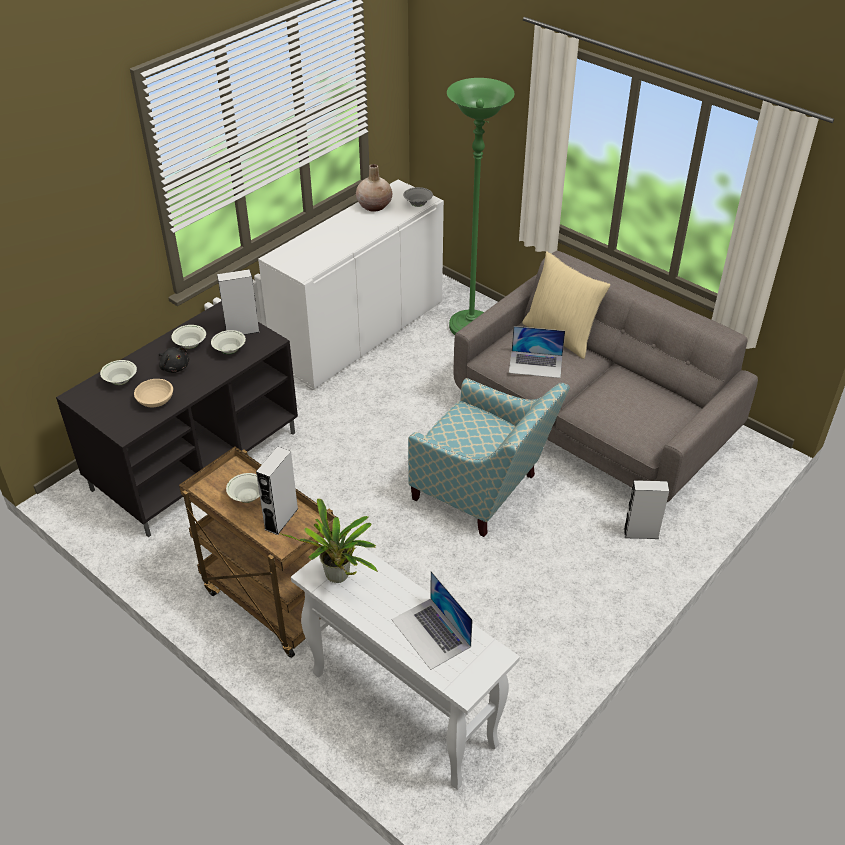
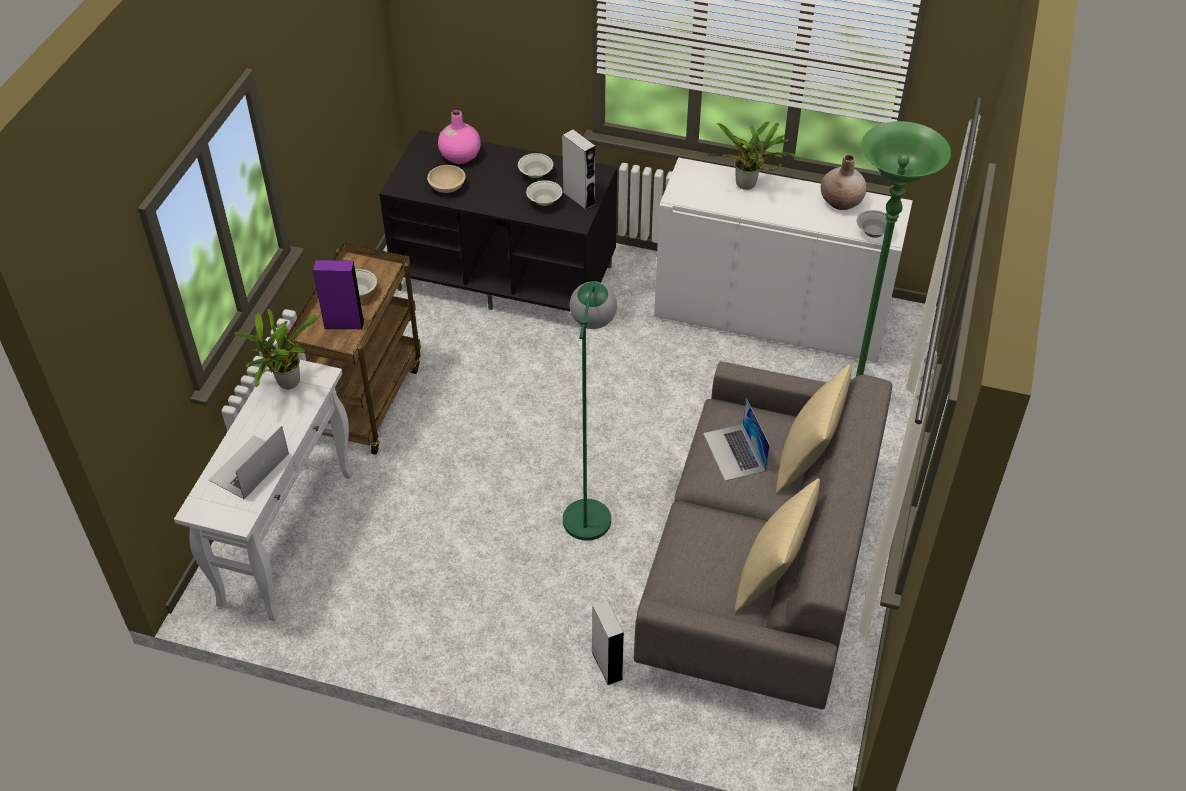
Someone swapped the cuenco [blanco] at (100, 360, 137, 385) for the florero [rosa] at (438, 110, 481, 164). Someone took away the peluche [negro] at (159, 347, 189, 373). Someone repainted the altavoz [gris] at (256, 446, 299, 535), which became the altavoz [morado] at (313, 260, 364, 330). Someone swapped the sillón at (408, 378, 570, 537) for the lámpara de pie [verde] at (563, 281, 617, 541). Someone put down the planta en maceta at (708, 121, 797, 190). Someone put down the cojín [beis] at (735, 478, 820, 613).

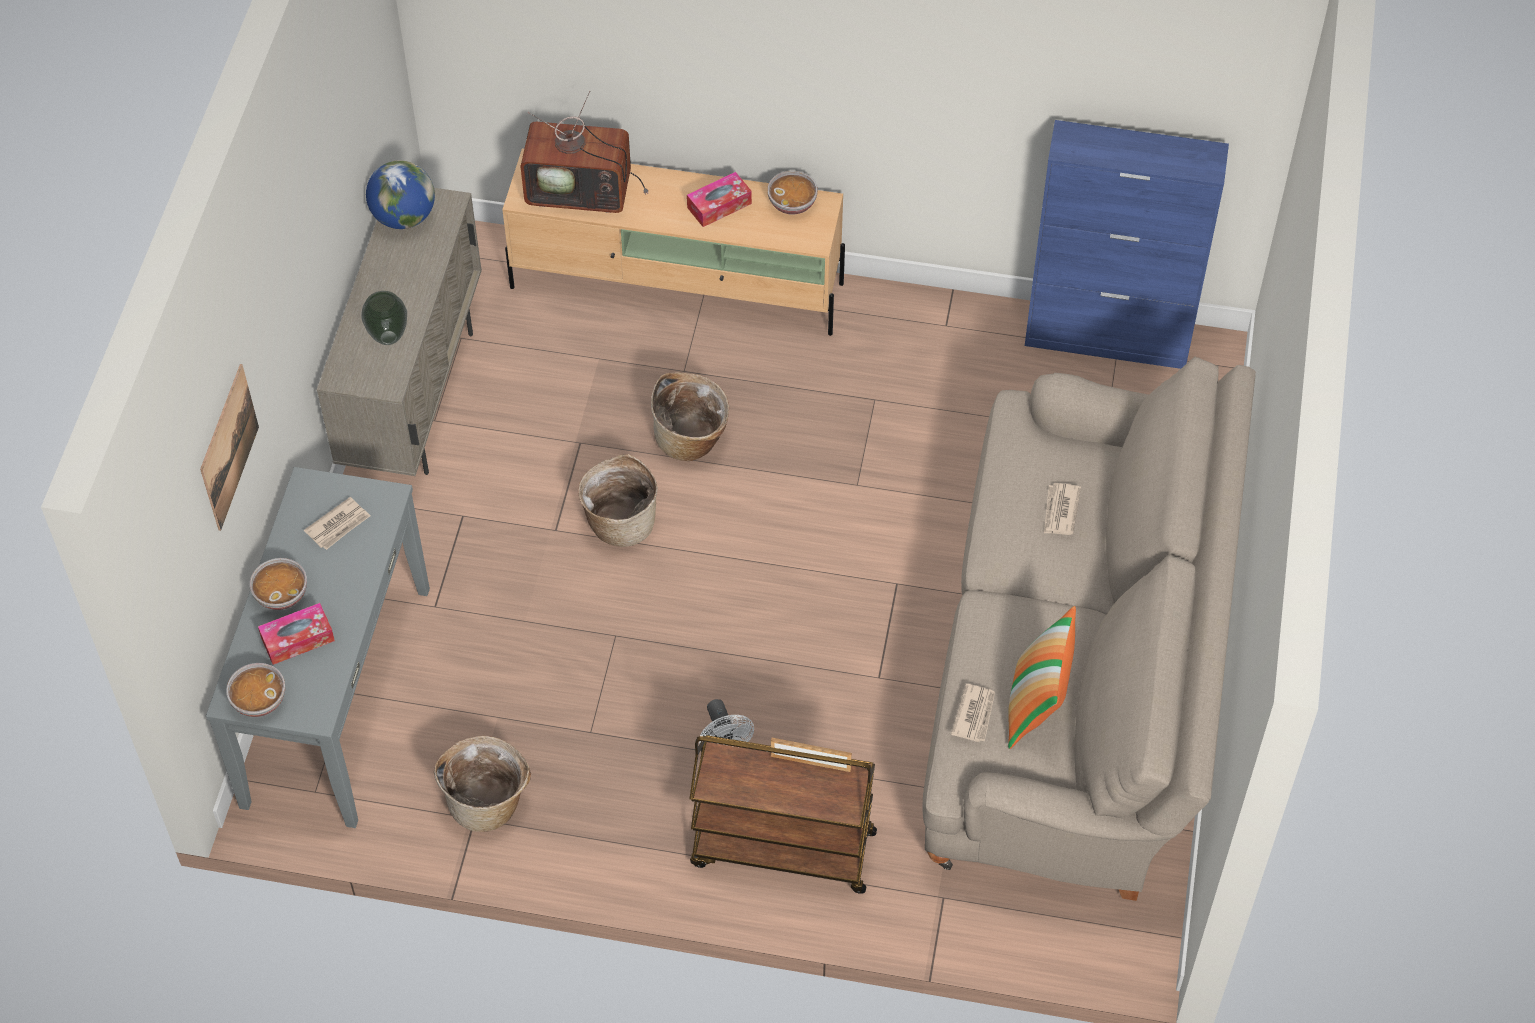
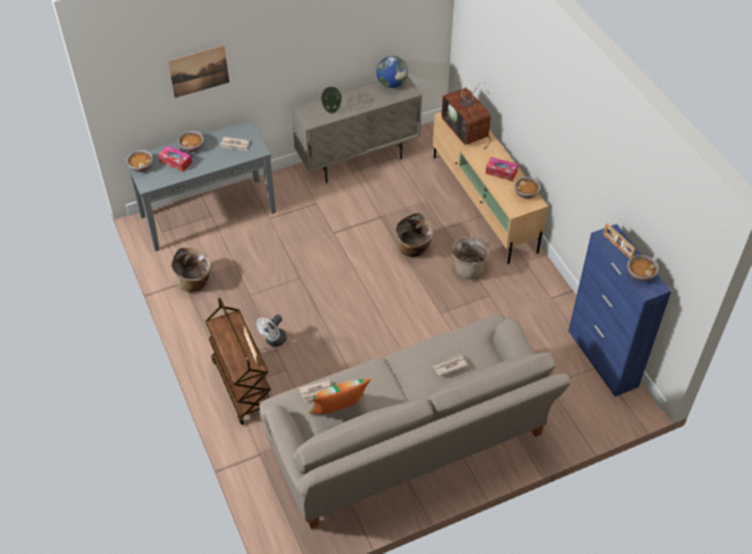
Someone carried the cesta from (578, 454, 658, 547) to (451, 237, 492, 280). Someone put down the portarretratos at (603, 223, 636, 259). Someone put down the cuenco at (628, 255, 659, 282).

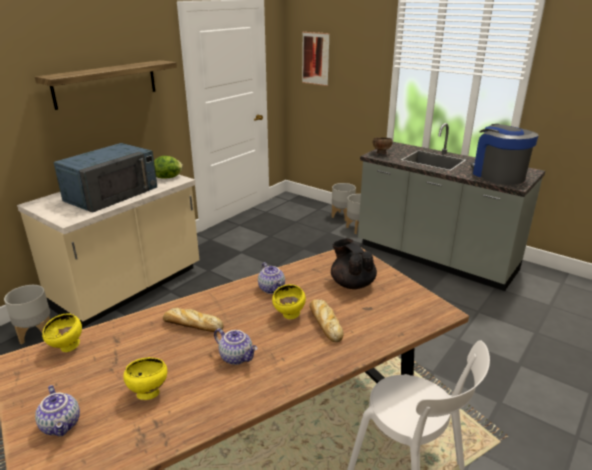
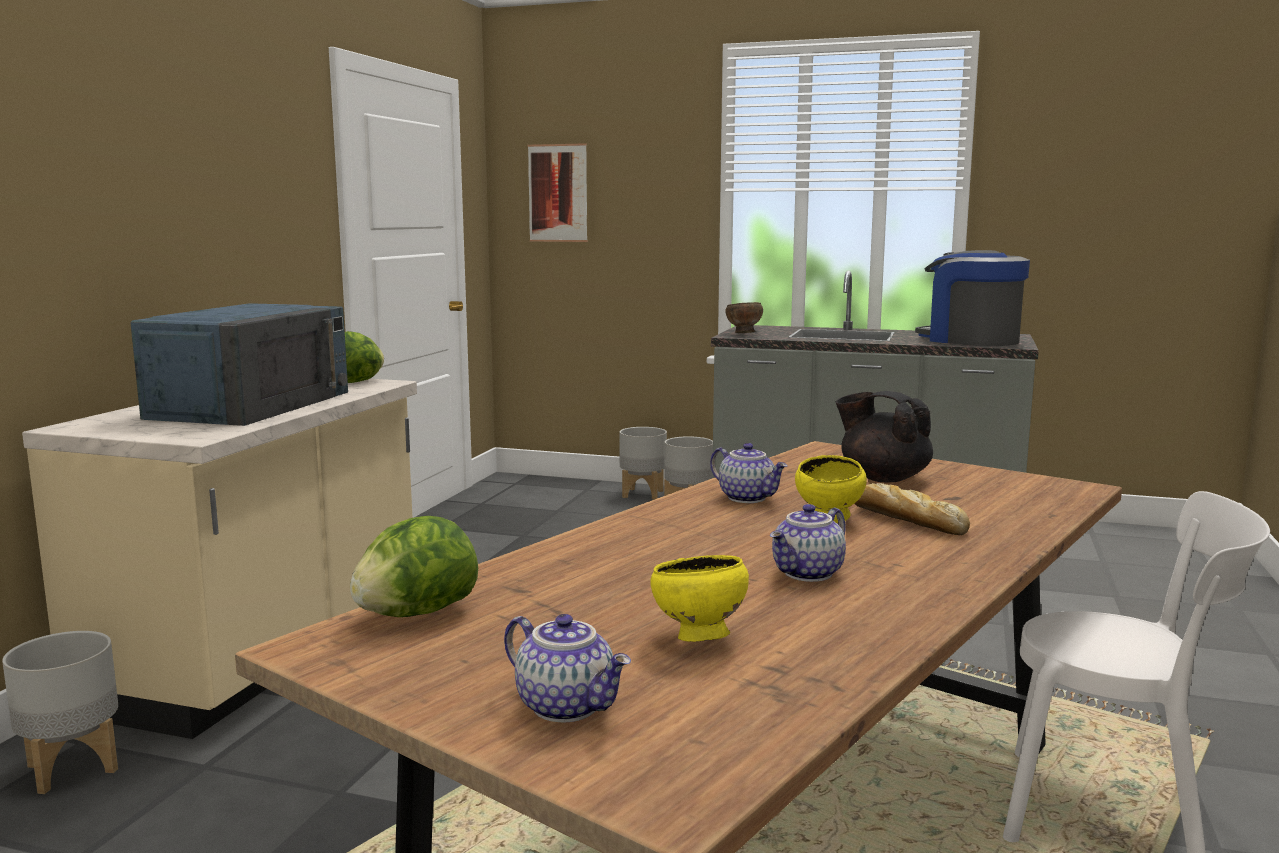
Someone took away the estante at (35, 60, 177, 110). Someone swapped the cuenco [amarillo] at (42, 313, 82, 352) for the lechuga at (350, 516, 478, 617). Someone took away the pan at (163, 307, 224, 332). Someone rotated the tetera at (214, 328, 258, 365) by 120 degrees clockwise.

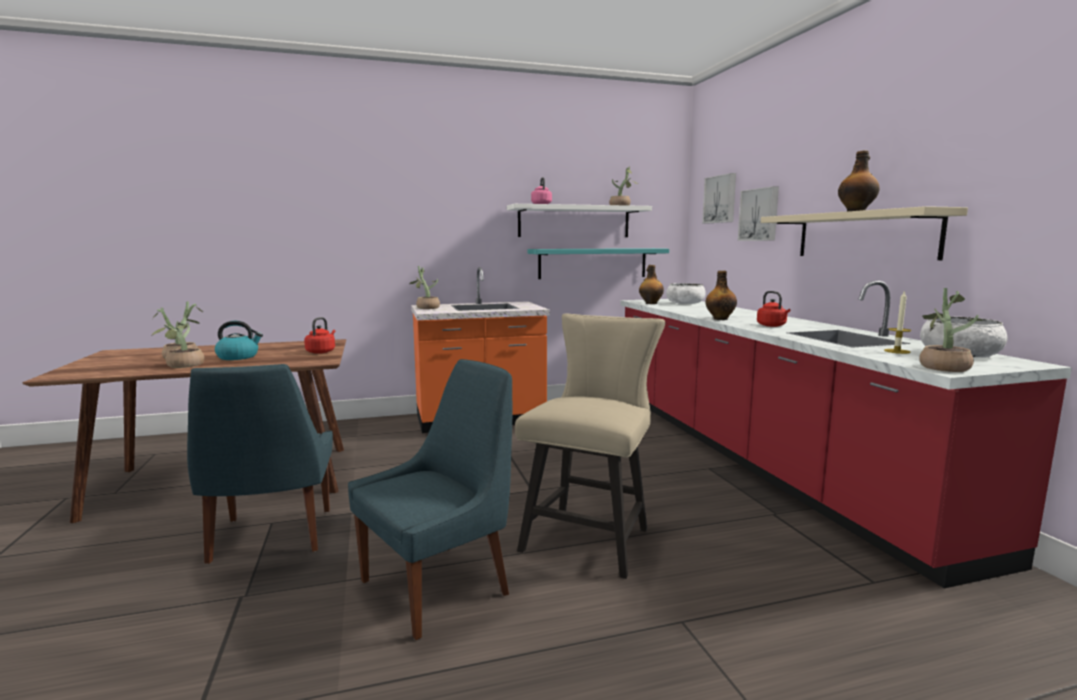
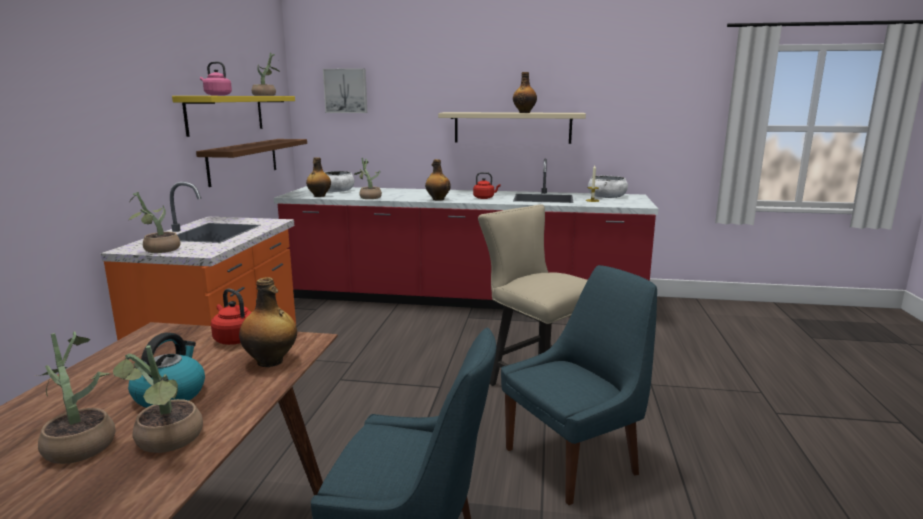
Someone rotated the silla [azul] at (348, 359, 512, 640) by 75 degrees clockwise. Someone repainted the estante [blanco] at (507, 204, 652, 237), which became the estante [amarillo] at (172, 96, 295, 137). Someone repainted the estante [turquesa] at (527, 248, 669, 279), which became the estante [marrón] at (196, 139, 307, 187). Someone took away the cuadro at (738, 186, 779, 241). Someone carried the planta en maceta from (919, 288, 983, 372) to (354, 158, 382, 199). Someone put down the botella at (239, 277, 297, 367).

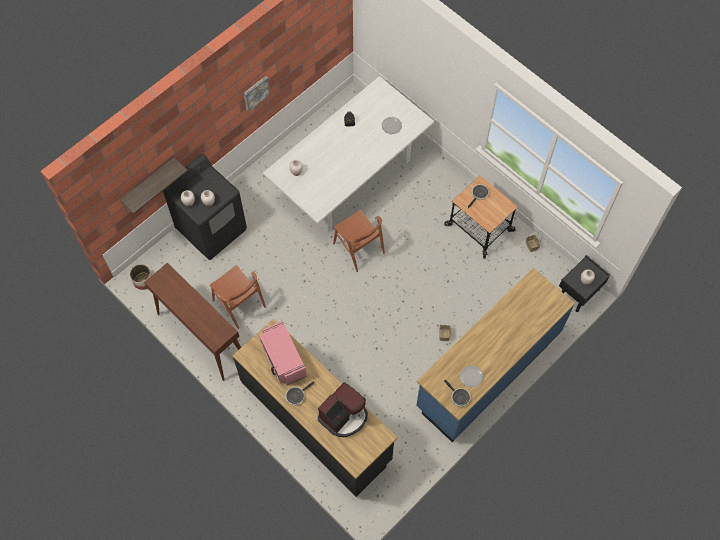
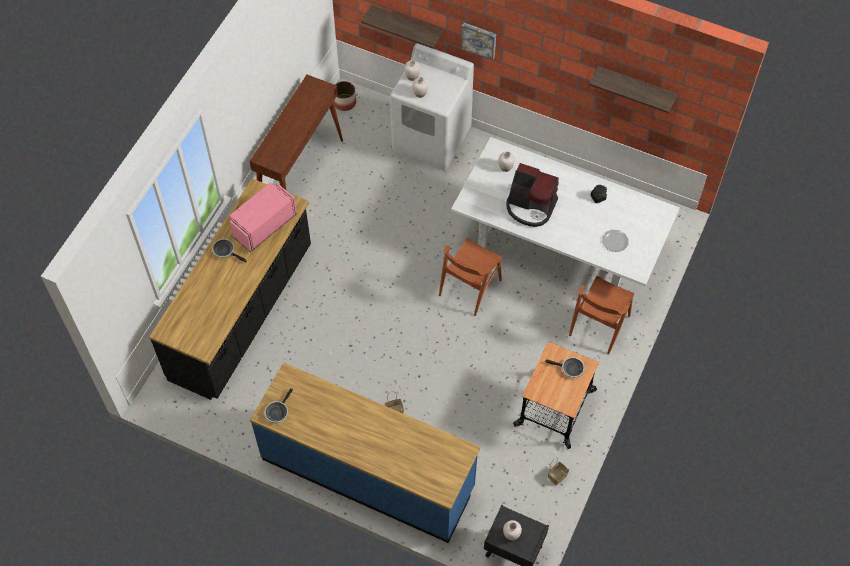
Someone repainted the lavadora [negro] at (163, 154, 247, 260), which became the lavadora [blanco] at (390, 43, 474, 171). Someone carried the silla [marrón] from (210, 265, 266, 329) to (569, 276, 634, 355). Someone carried the cuadro from (244, 76, 270, 112) to (461, 23, 496, 60). Someone carried the cafetera from (318, 382, 368, 437) to (507, 163, 559, 227). Someone took away the plato at (460, 365, 483, 388). Someone put up the estante at (589, 66, 677, 113).

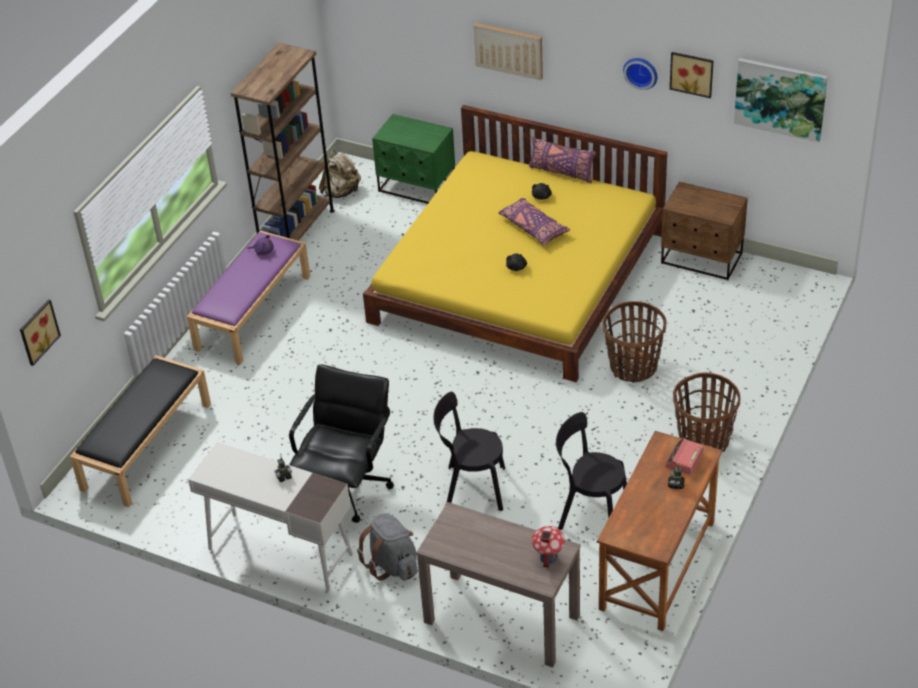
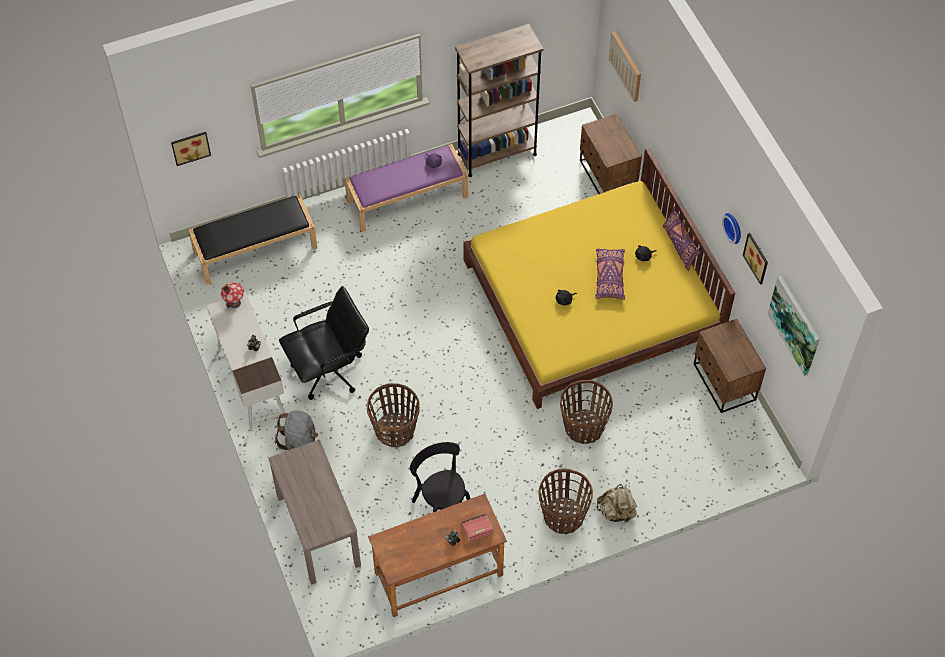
Someone carried the mochila [beis] from (319, 150, 361, 198) to (596, 484, 637, 524). Someone repainted the mesita de noche [verde] at (372, 114, 455, 204), which became the mesita de noche [marrón] at (580, 114, 642, 194). Someone swapped the silla [negro] at (433, 392, 505, 511) for the cesta at (367, 383, 420, 448). Someone carried the cuadro from (474, 23, 543, 80) to (609, 31, 641, 102). Someone carried the casita from (531, 526, 565, 568) to (221, 283, 244, 308).

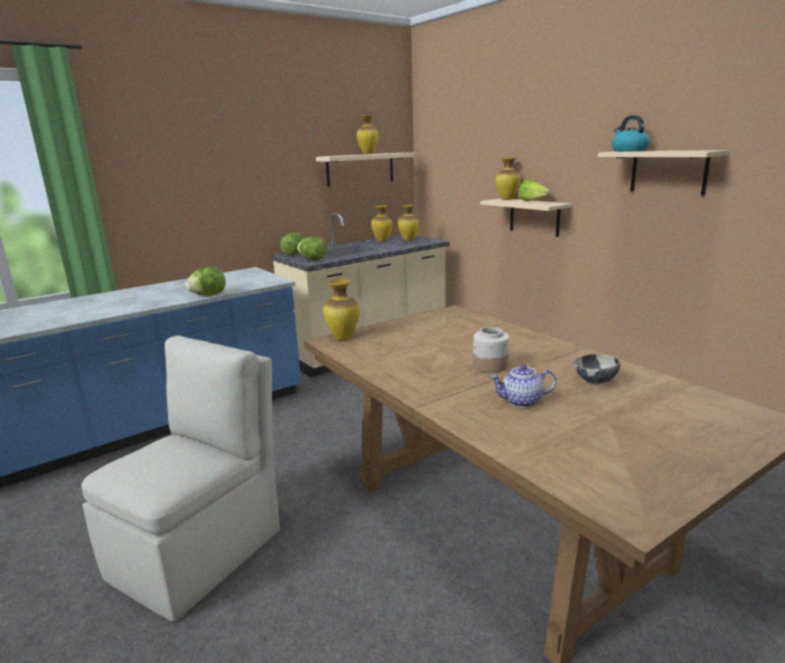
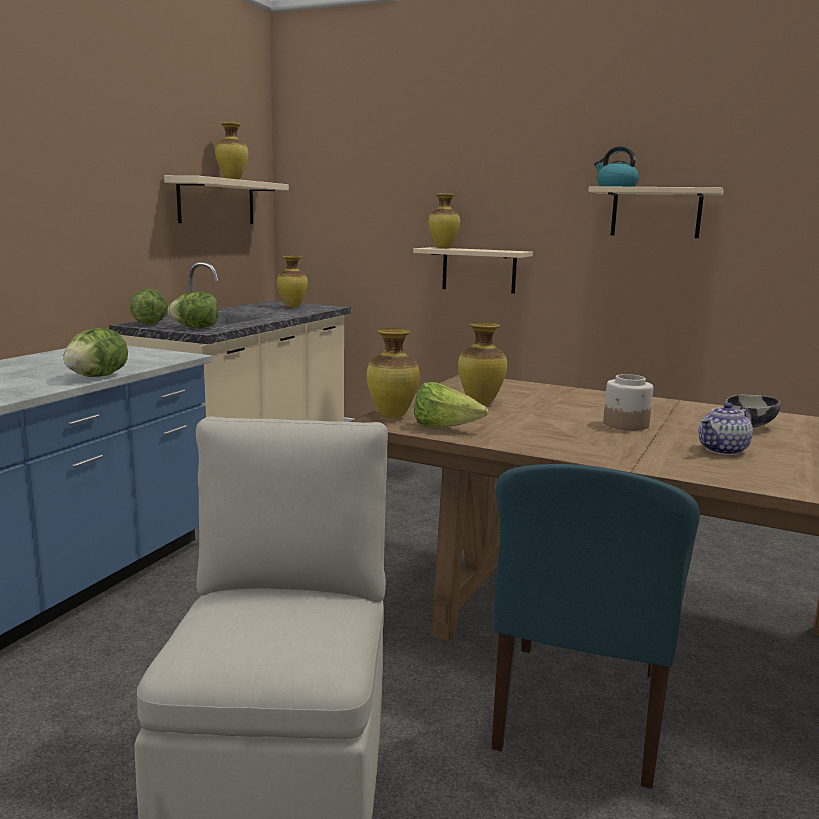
Someone carried the florero from (371, 205, 393, 242) to (458, 322, 507, 405). Someone carried the lechuga from (519, 180, 551, 201) to (414, 382, 488, 427). Someone put down the silla [azul] at (491, 464, 700, 789).

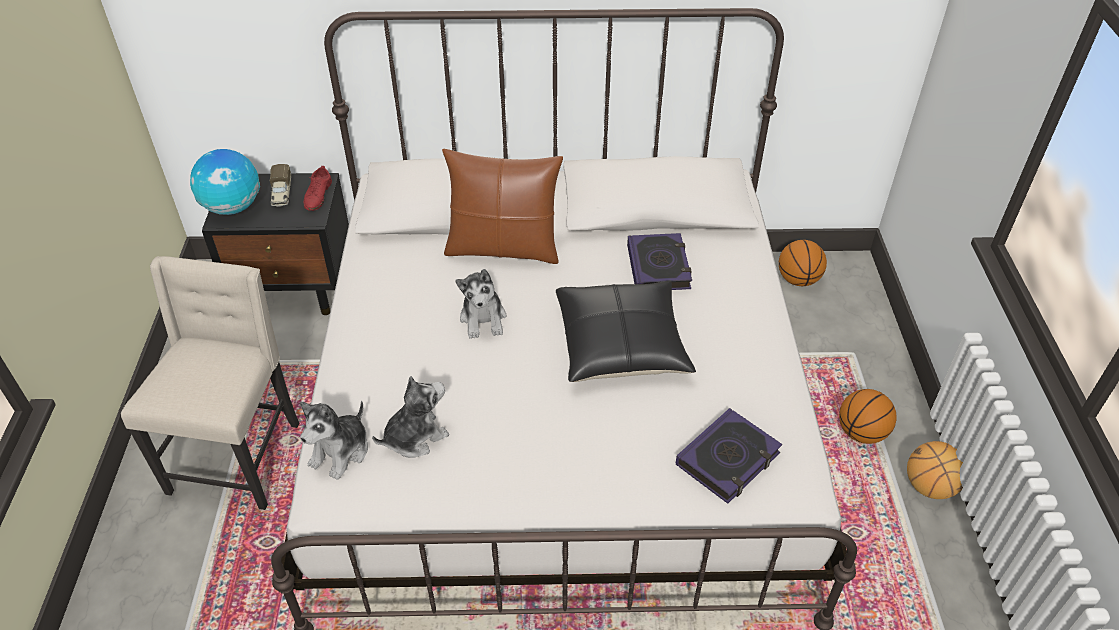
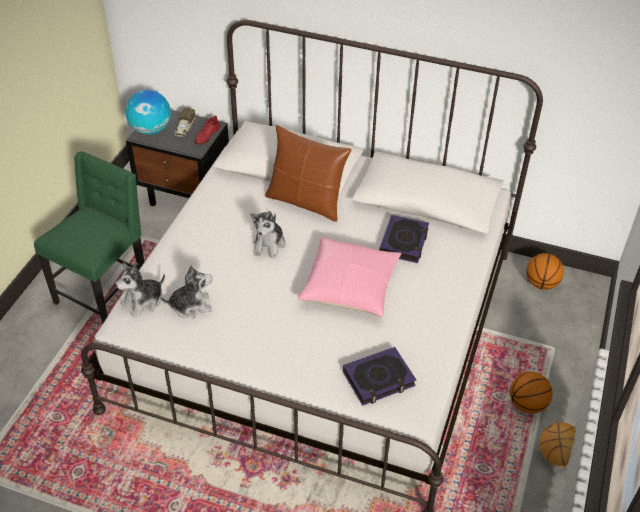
Someone repainted the silla [beis] at (121, 256, 299, 510), which became the silla [verde] at (34, 151, 144, 324). Someone repainted the cojín [negro] at (556, 281, 696, 382), which became the cojín [rosa] at (298, 237, 401, 317).

